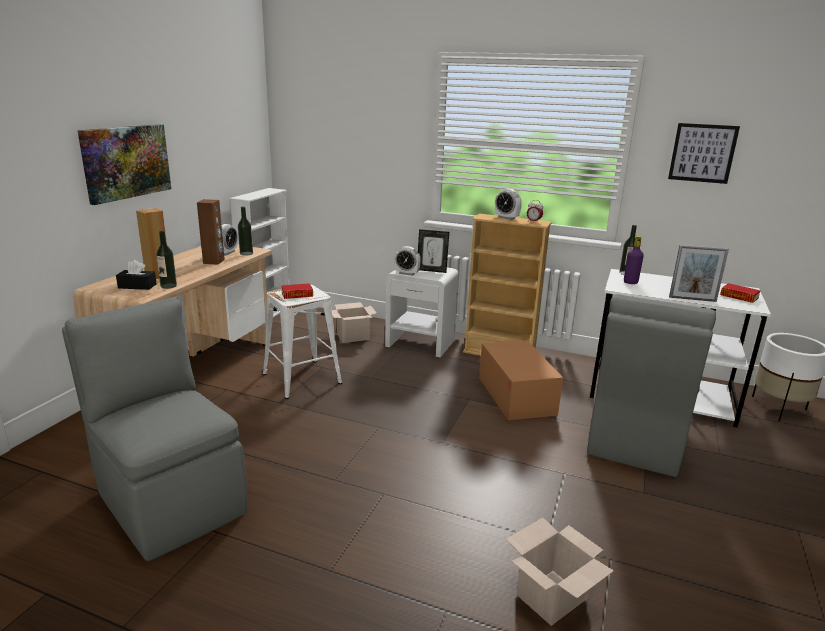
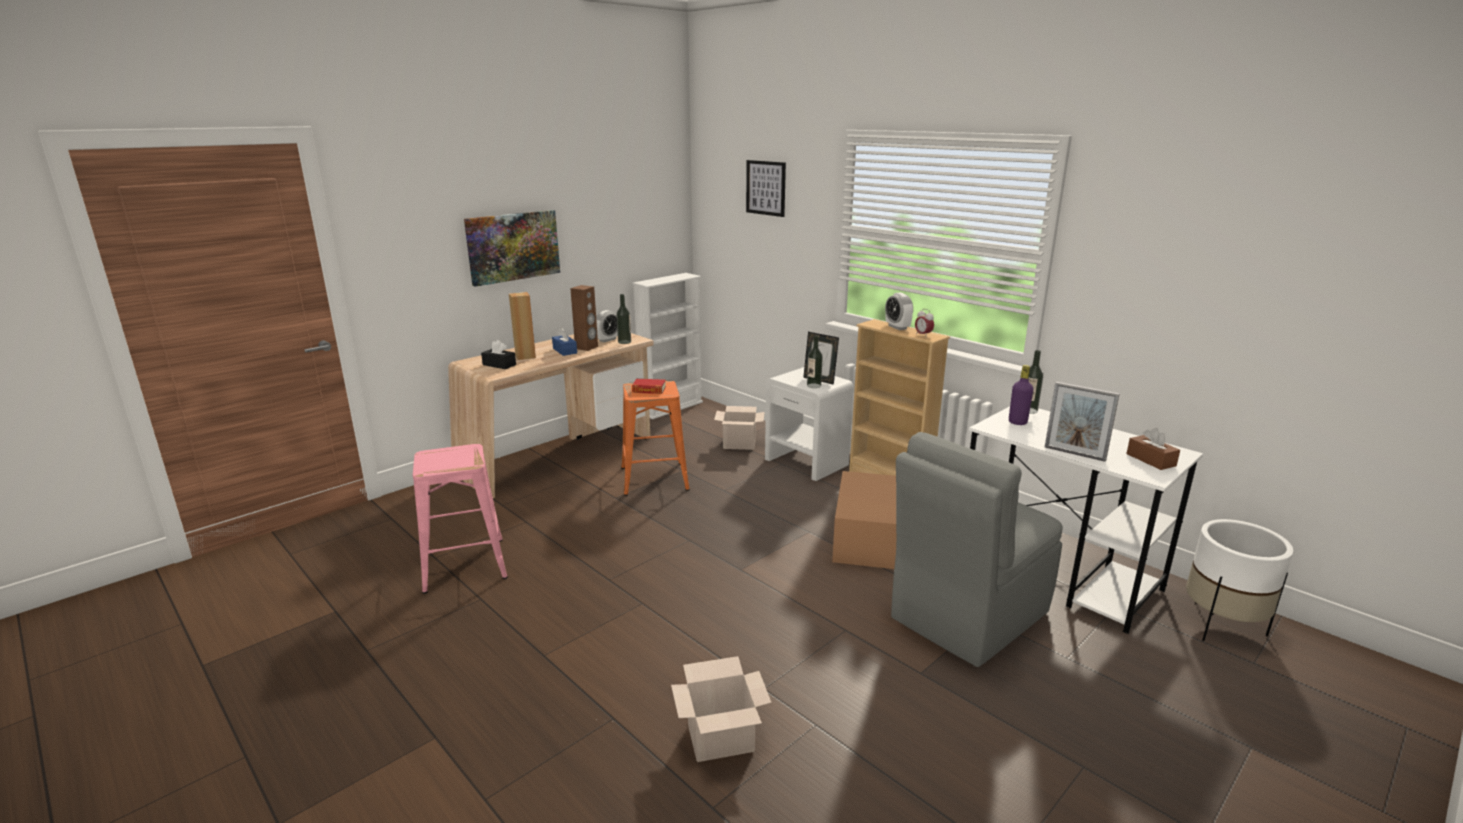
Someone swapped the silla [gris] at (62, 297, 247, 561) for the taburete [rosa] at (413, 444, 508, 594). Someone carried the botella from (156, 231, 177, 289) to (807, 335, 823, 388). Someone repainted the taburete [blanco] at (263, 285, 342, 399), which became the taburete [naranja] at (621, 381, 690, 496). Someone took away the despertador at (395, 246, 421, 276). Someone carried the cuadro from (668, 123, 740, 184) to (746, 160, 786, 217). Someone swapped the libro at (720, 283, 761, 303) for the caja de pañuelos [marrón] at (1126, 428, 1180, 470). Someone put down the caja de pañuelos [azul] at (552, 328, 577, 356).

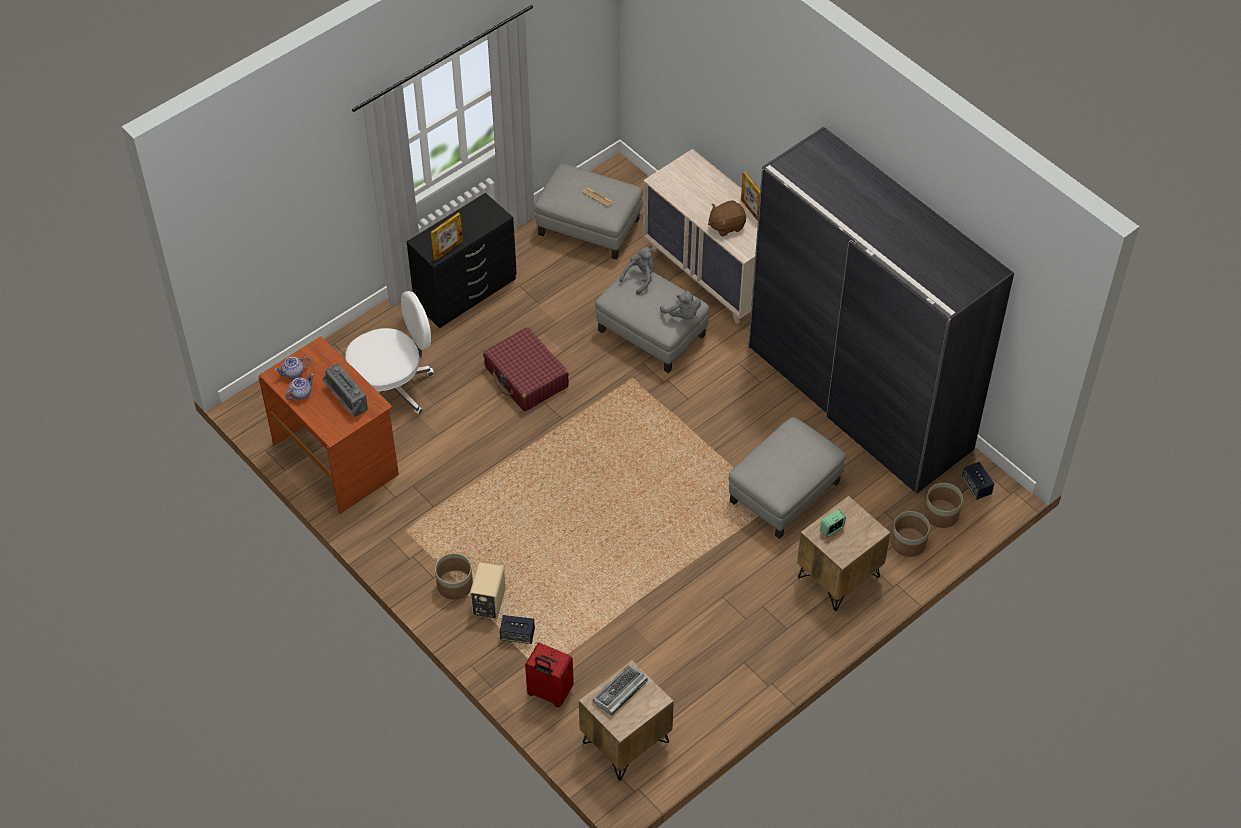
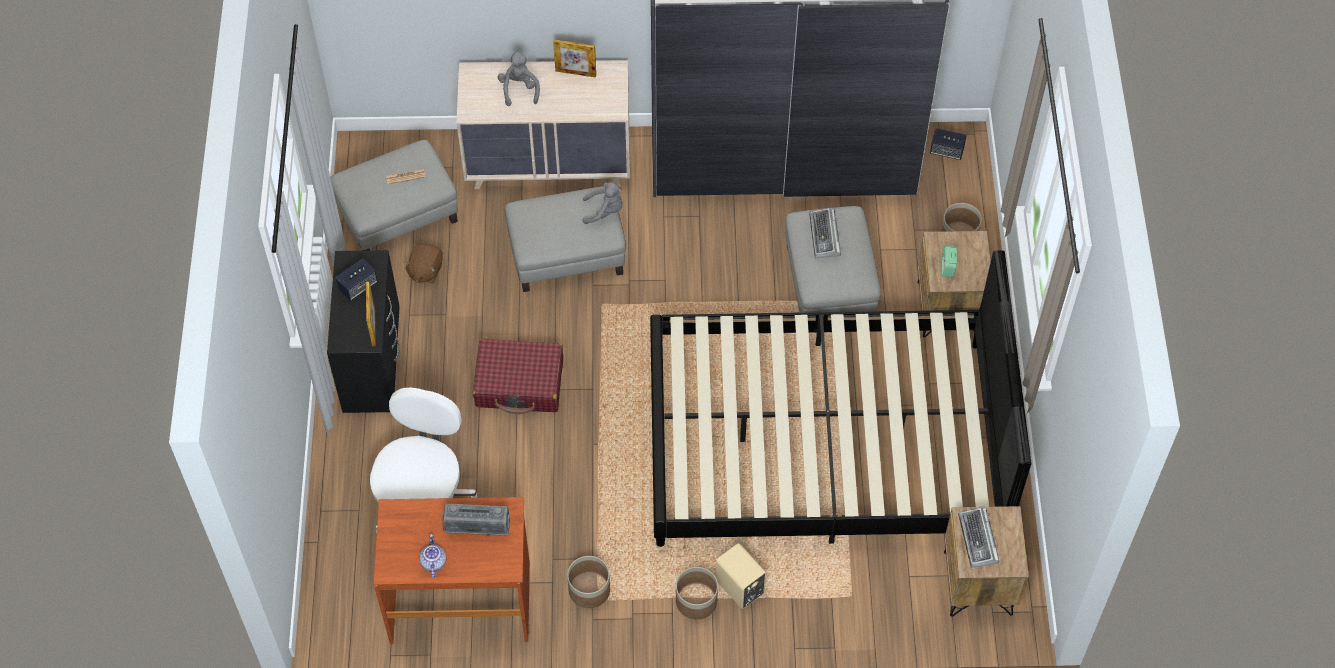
Someone took away the tetera at (275, 356, 309, 379). Someone carried the altavoz from (500, 615, 535, 644) to (335, 258, 378, 301). Someone took away the maleta [rojo] at (525, 643, 574, 707). Someone carried the peluche [gris] from (619, 247, 655, 295) to (498, 51, 540, 106). Someone carried the peluche [marrón] from (708, 200, 746, 237) to (403, 243, 443, 283). Someone carried the maceta from (924, 483, 963, 528) to (567, 556, 610, 608). Someone put down the cama [negro] at (650, 250, 1031, 547). Someone put down the teclado at (809, 208, 841, 258).

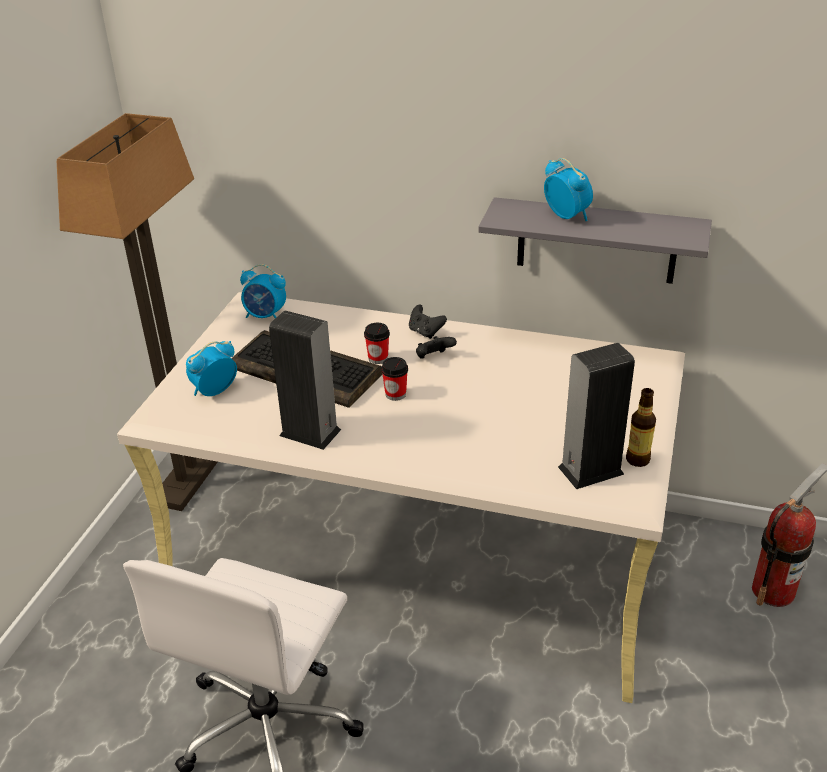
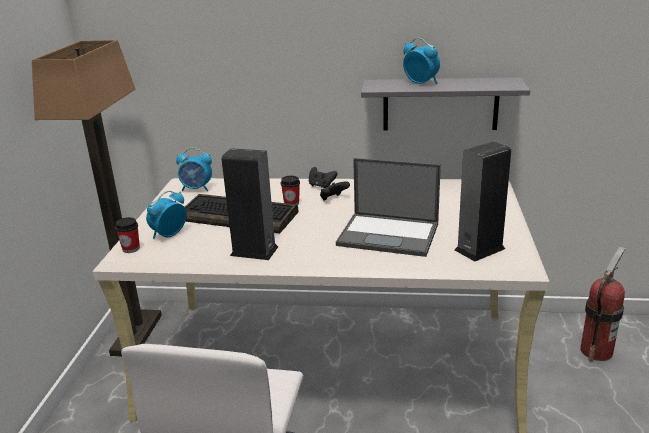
Someone carried the taza from (381, 357, 408, 401) to (115, 217, 140, 253). Someone took away the botella at (626, 388, 656, 467). Someone put down the portátil at (336, 158, 441, 257).

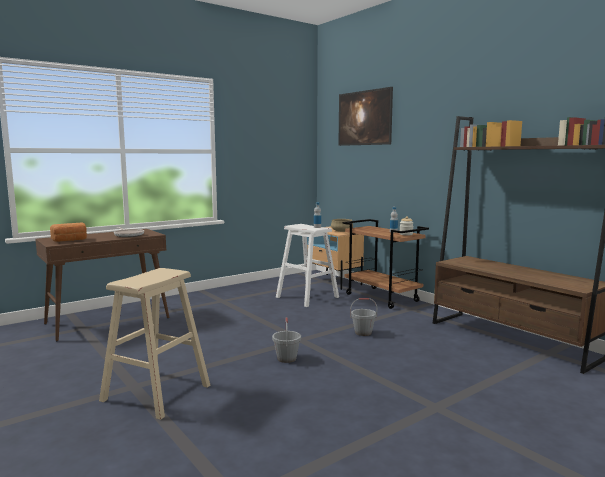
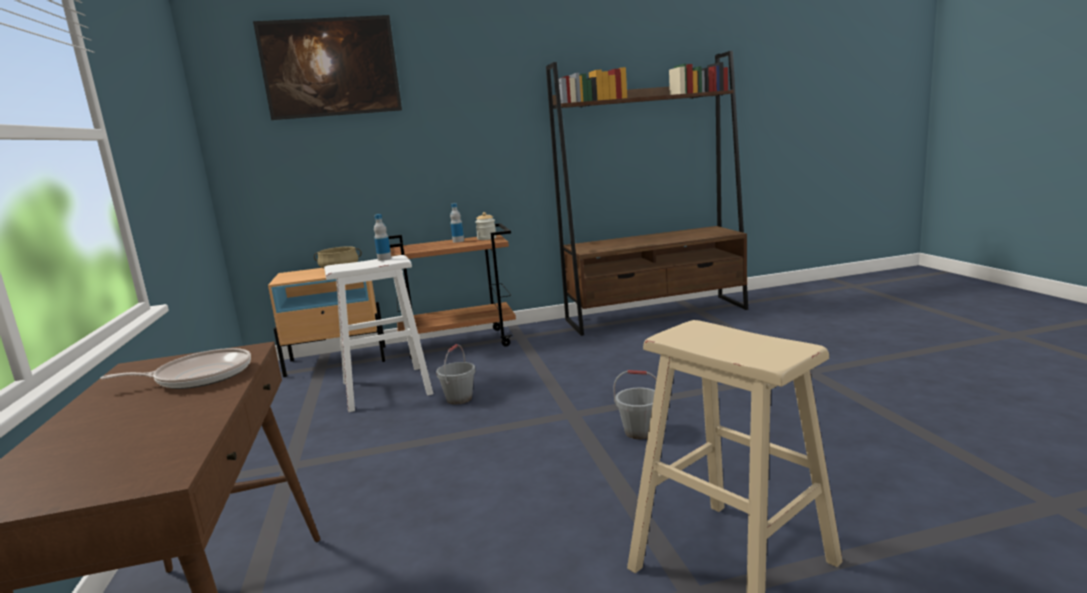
Someone took away the pan at (50, 223, 87, 242). Someone carried the cubo [gris] from (350, 298, 377, 336) to (436, 344, 475, 405).

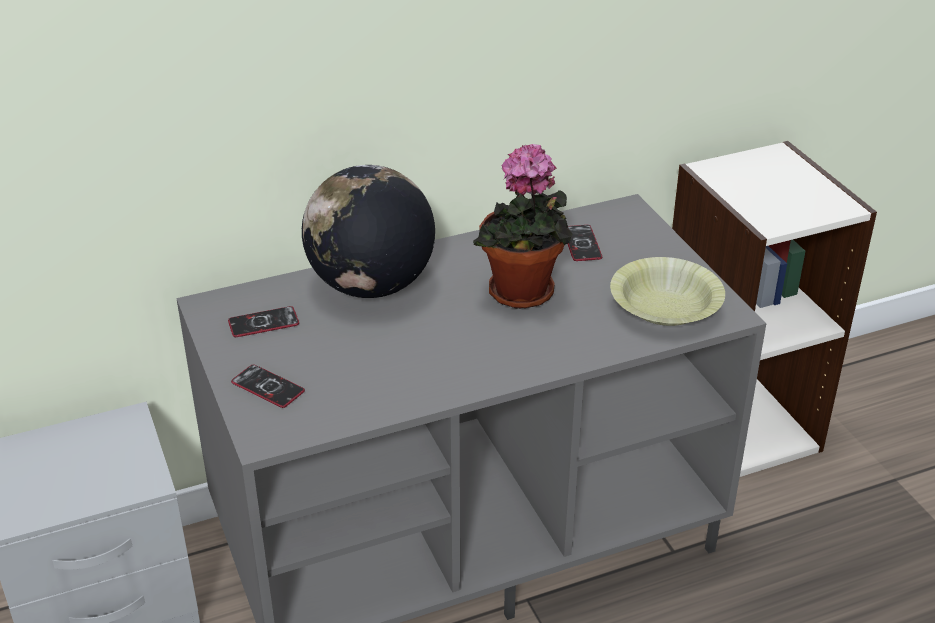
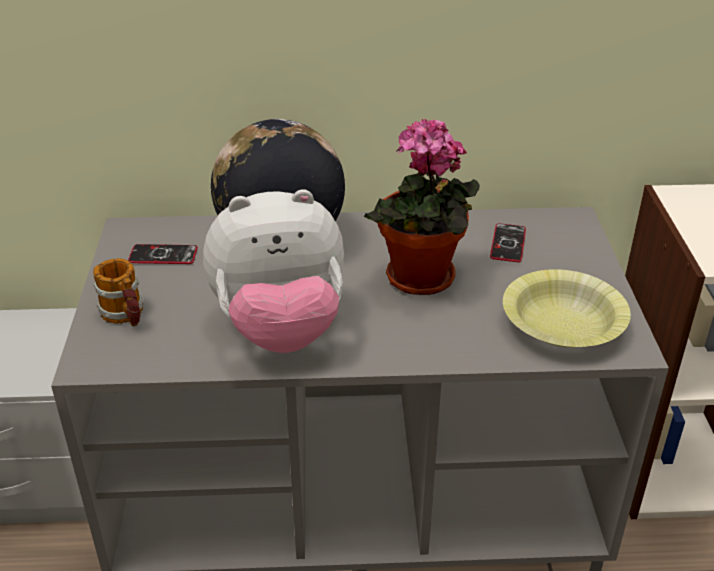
Someone swapped the móvil at (231, 364, 305, 408) for the taza grande at (93, 258, 144, 326). Someone put down the peluche at (203, 189, 344, 353).

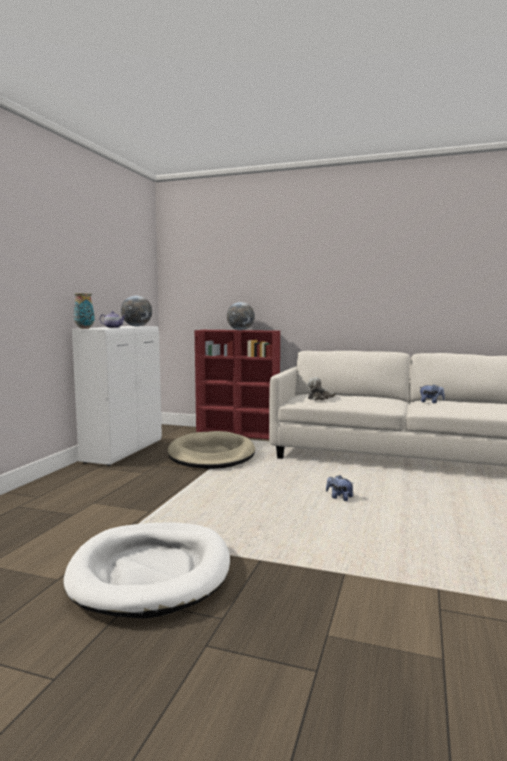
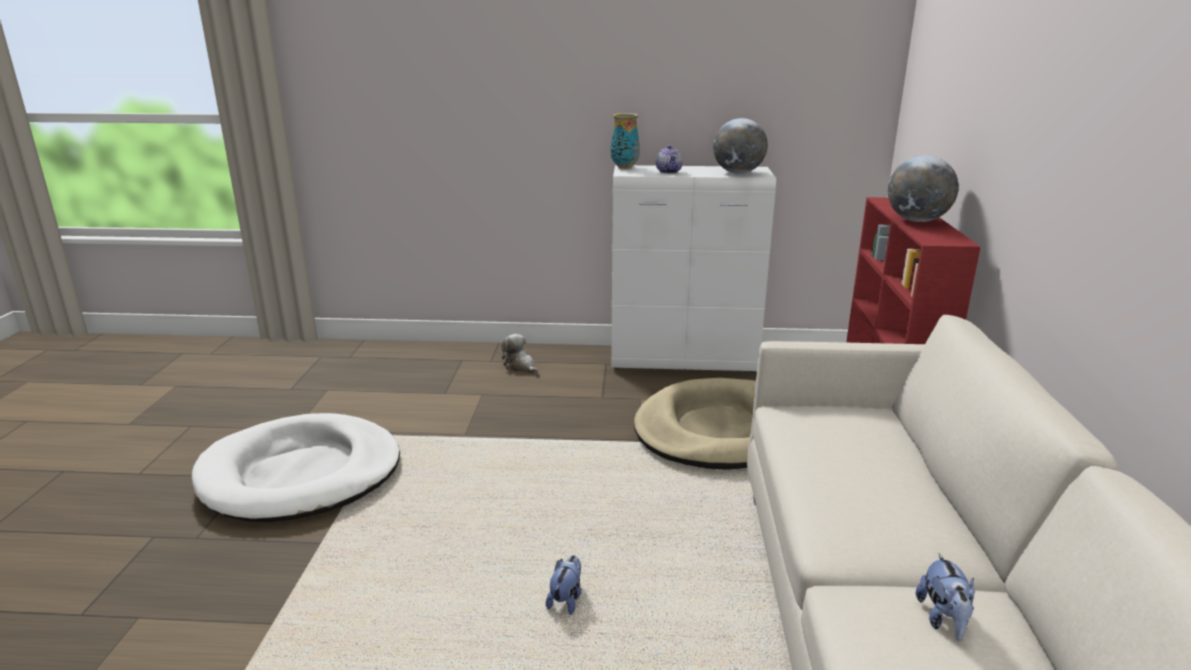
Someone carried the peluche from (307, 377, 336, 400) to (501, 334, 538, 374).

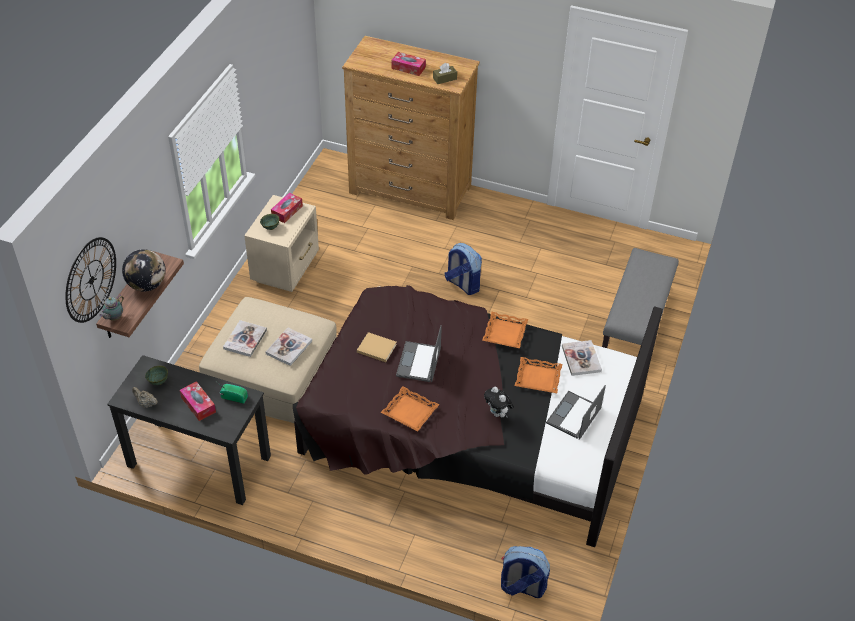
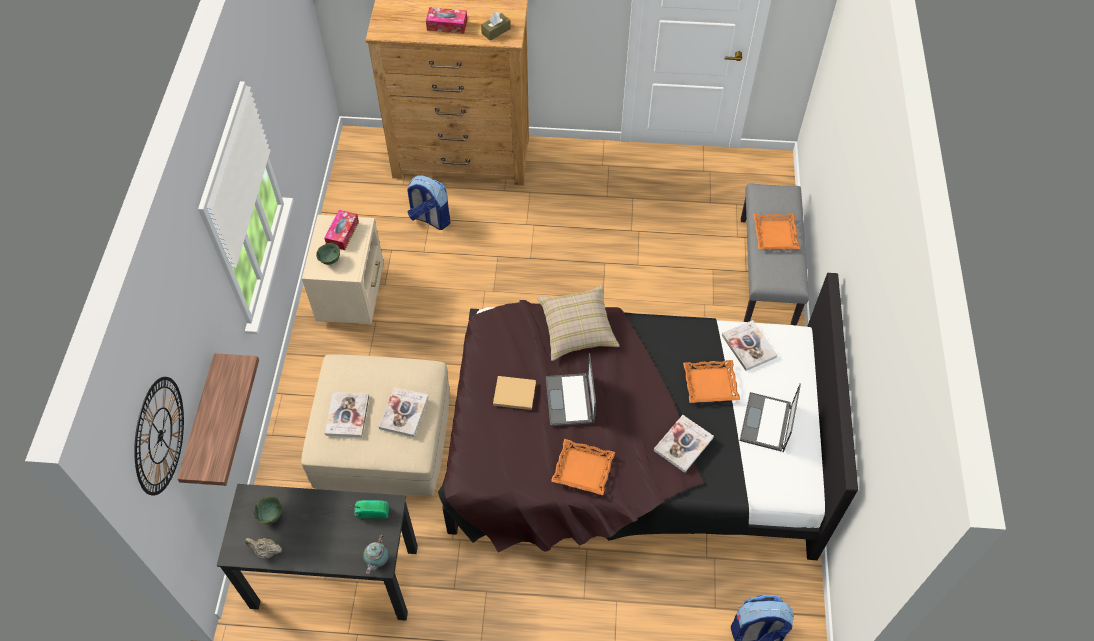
Someone carried the tetera from (99, 295, 124, 321) to (363, 535, 389, 574). Someone took away the globo terráqueo at (122, 249, 166, 292). Someone took away the caja de pañuelos at (180, 381, 216, 421). Someone carried the mochila from (445, 243, 482, 295) to (407, 175, 450, 230). Someone carried the bandeja [naranja] from (482, 312, 528, 348) to (753, 214, 800, 249). Someone swapped the peluche at (484, 387, 514, 417) for the libro at (654, 415, 714, 473). Someone put down the cojín [beis] at (536, 285, 620, 361).

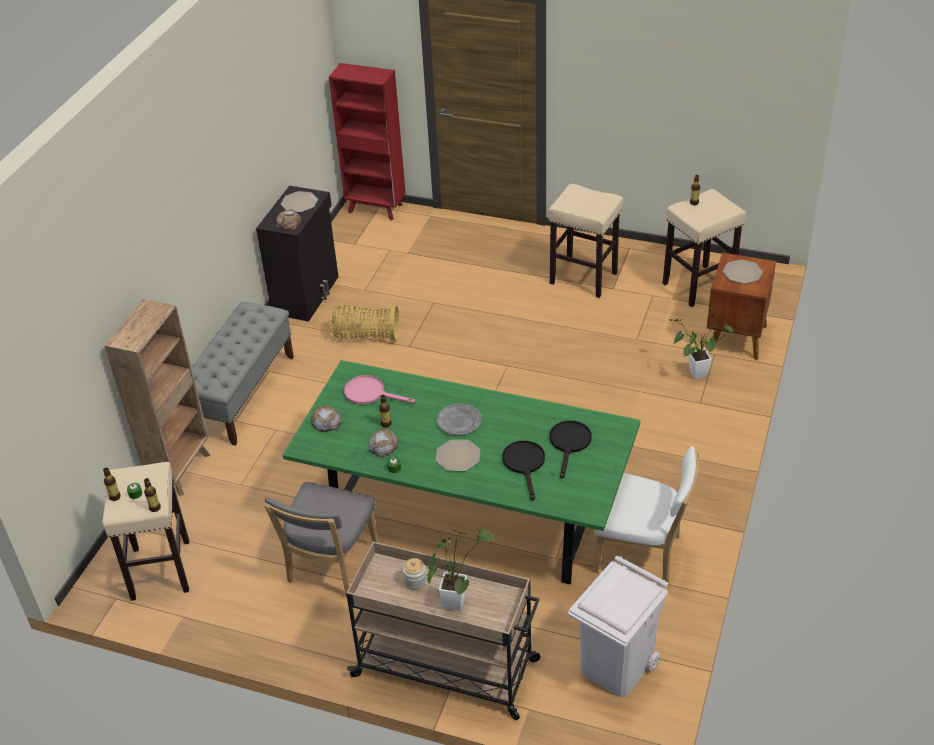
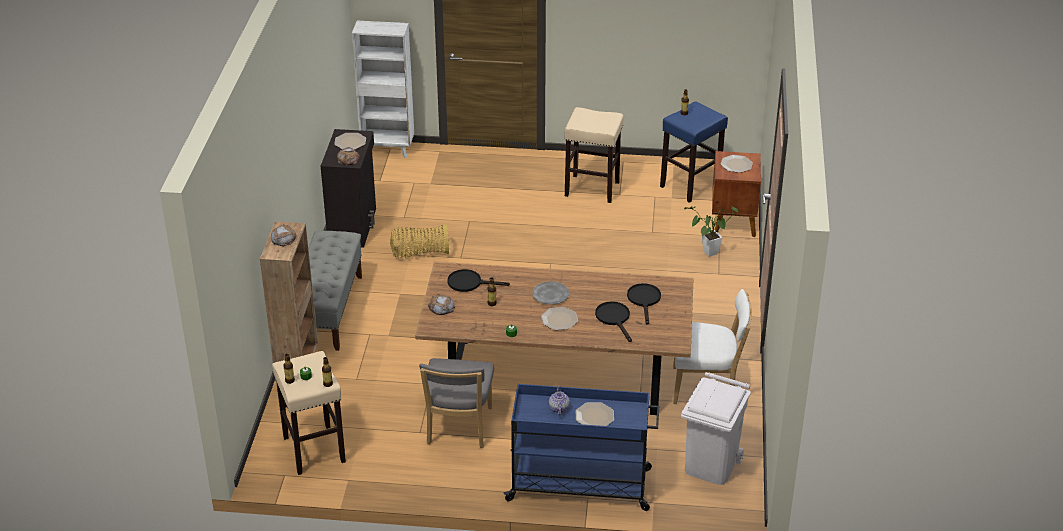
Someone repainted the mesa de comedor [verde] at (283, 360, 640, 585), which became the mesa de comedor [marrón] at (415, 262, 694, 415). Someone repainted the estantería [rojo] at (329, 63, 406, 220), which became the estantería [blanco] at (352, 21, 414, 158). Someone repainted the sartén [rosa] at (344, 375, 415, 405), which became the sartén [negro] at (448, 269, 510, 292). Someone repainted the carrito [beis] at (346, 541, 540, 720), which became the carrito [azul] at (503, 384, 659, 511). Someone carried the pan from (368, 428, 400, 457) to (271, 224, 297, 246). Someone swapped the tarro at (403, 558, 427, 590) for the tetera at (549, 385, 570, 415). Someone swapped the planta en maceta at (427, 529, 495, 611) for the plato at (575, 402, 614, 426). Someone repainted the taburete [beis] at (663, 189, 746, 307), which became the taburete [azul] at (660, 101, 728, 203).

